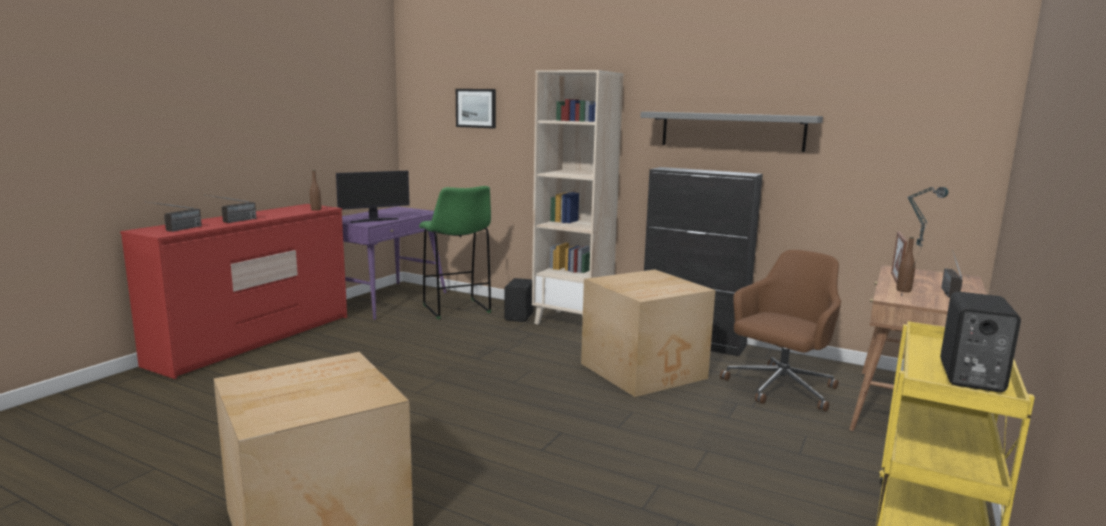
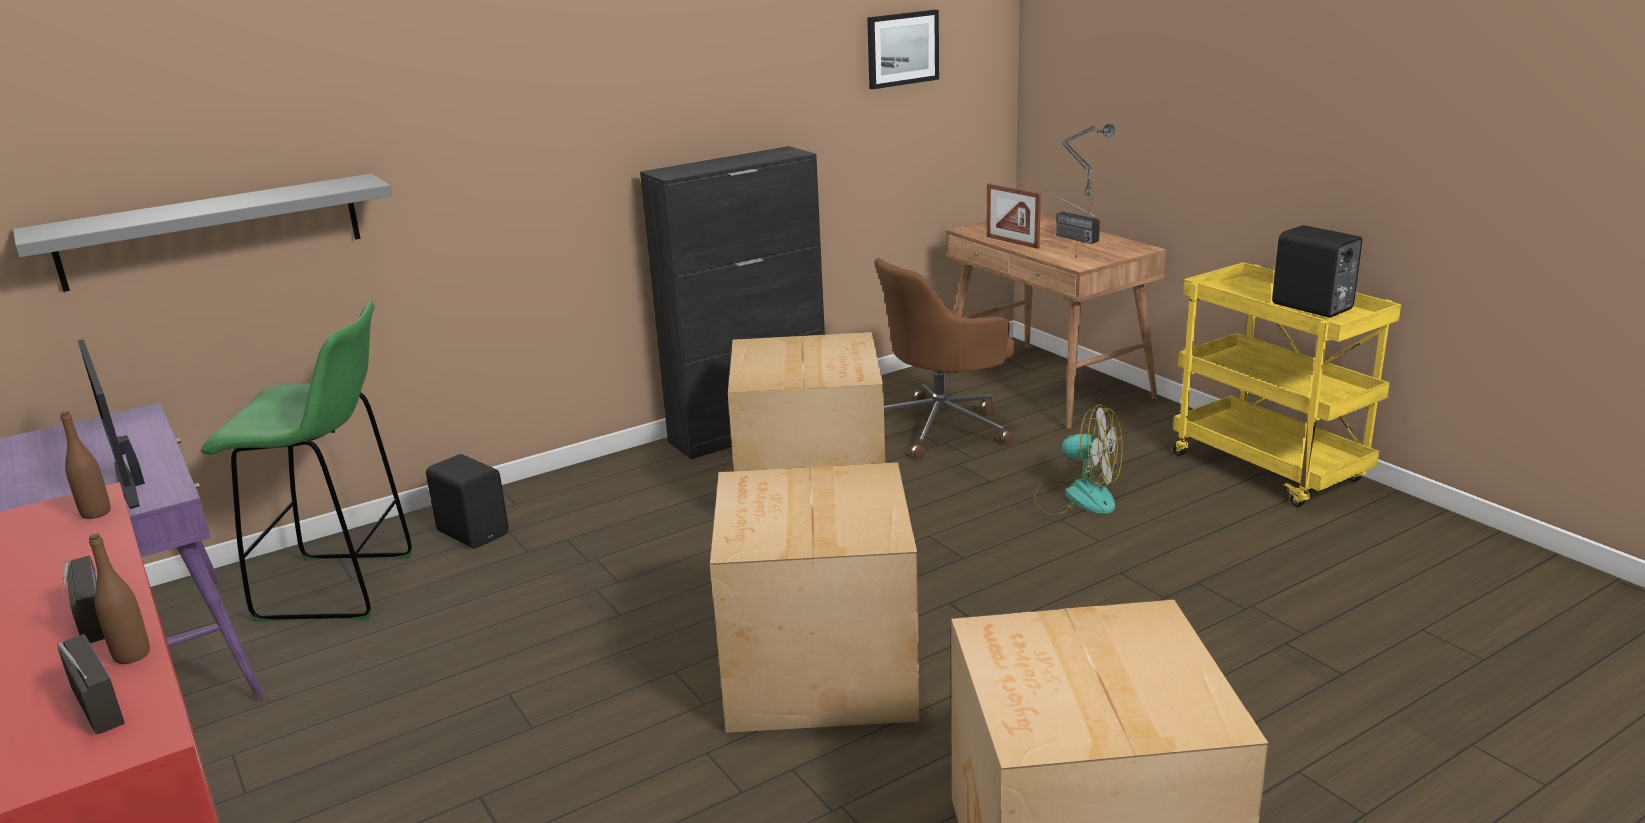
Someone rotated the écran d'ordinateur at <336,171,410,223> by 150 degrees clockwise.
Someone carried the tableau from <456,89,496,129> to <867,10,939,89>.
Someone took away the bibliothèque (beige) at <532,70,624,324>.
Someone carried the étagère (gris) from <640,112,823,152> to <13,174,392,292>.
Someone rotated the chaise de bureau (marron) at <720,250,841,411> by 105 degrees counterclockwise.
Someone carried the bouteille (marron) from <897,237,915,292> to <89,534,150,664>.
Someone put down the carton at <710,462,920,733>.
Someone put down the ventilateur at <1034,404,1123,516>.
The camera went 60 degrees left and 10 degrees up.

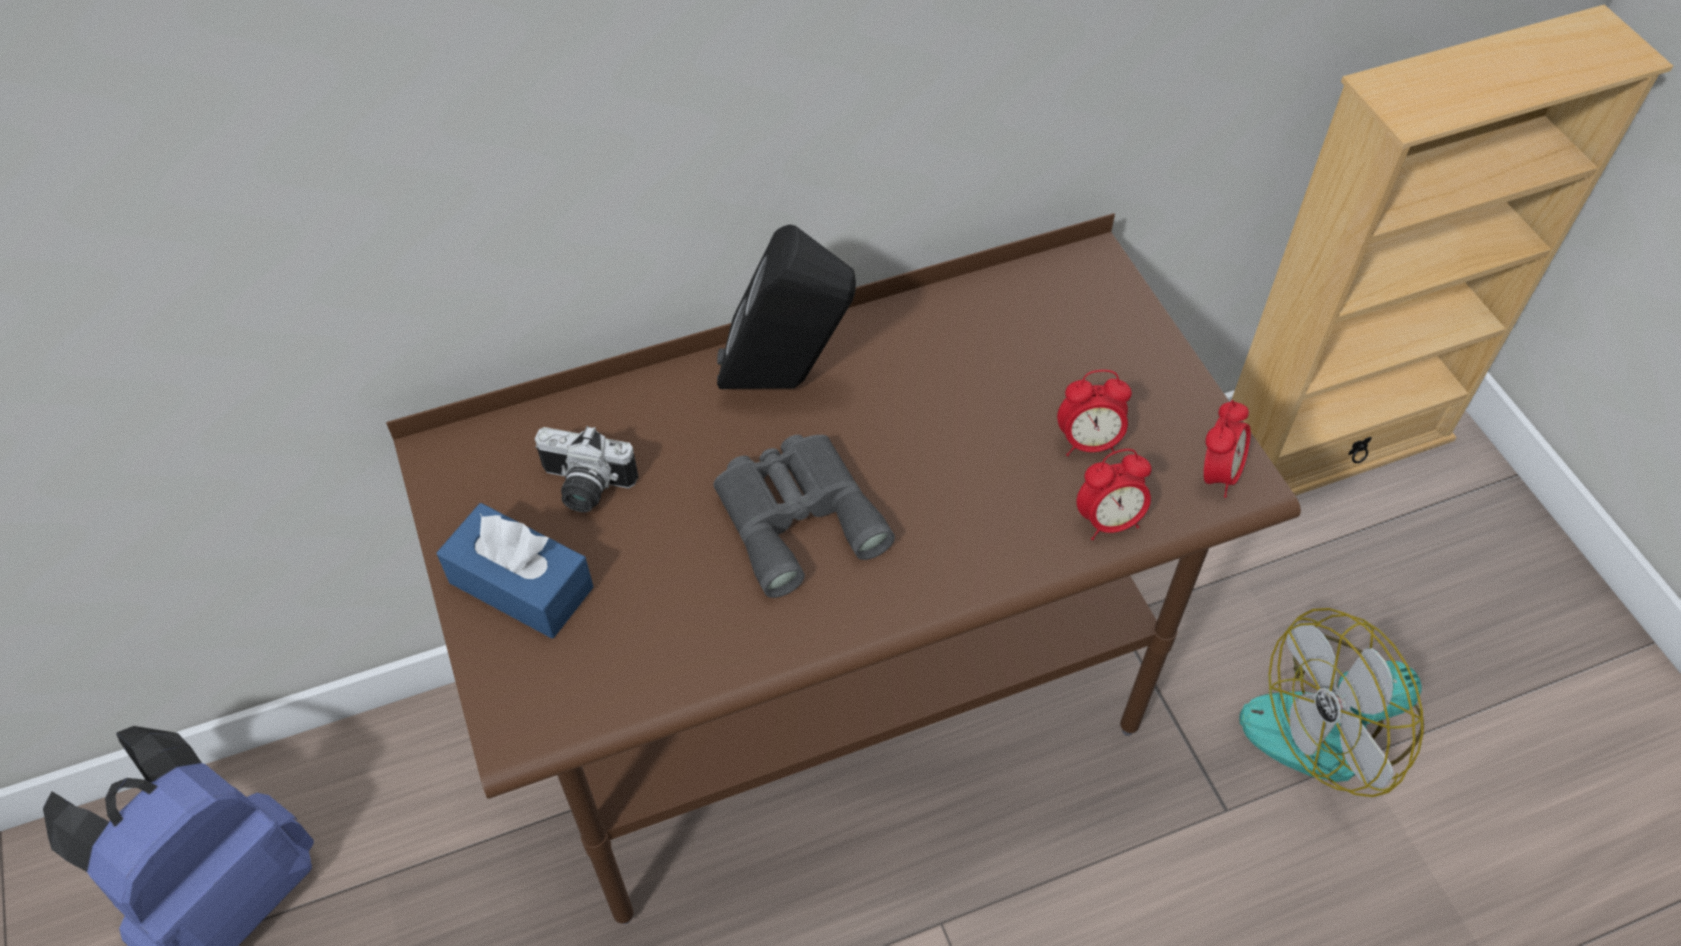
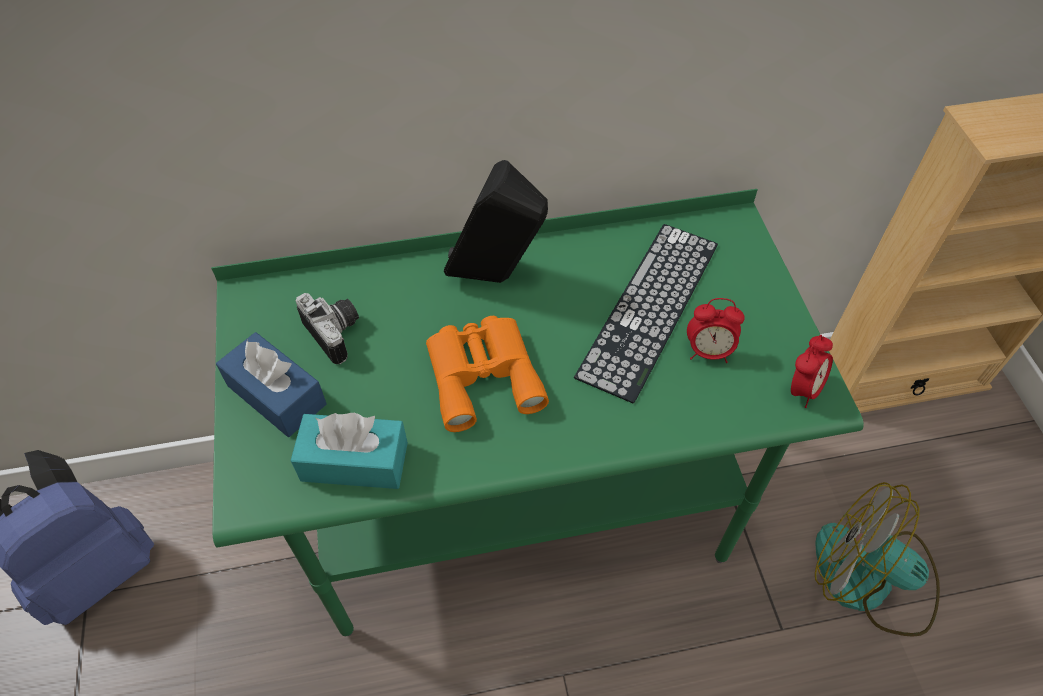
Someone repainted the bureau (marron) at <386,213,1301,924>, which became the bureau (vert) at <211,189,864,636>.
Someone rotated the appareil photo at <535,426,638,512> by 150 degrees counterclockwise.
Someone repainted the jumelles (gris) at <713,435,895,598>, which became the jumelles (orange) at <426,316,549,432>.
Someone took away the réveil at <1076,449,1152,540>.
Someone rotated the ventilateur at <1239,608,1424,797> by 45 degrees clockwise.
Someone put down the boîte à mouchoirs (turquoise) at <290,413,408,489>.
Someone put down the clavier at <574,224,718,403>.
The camera went 10 degrees right and 0 degrees up.

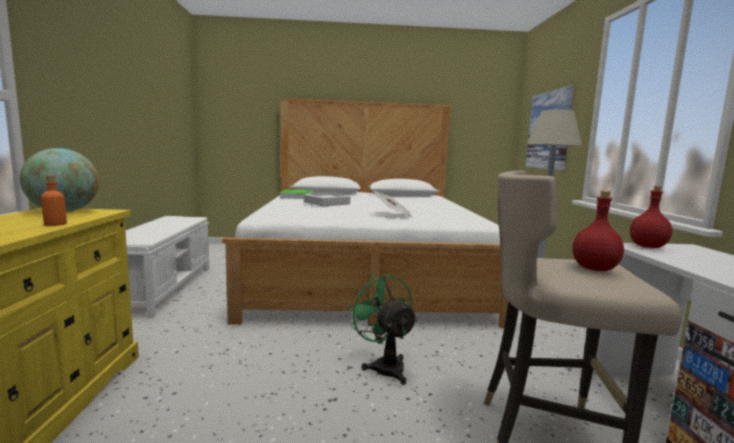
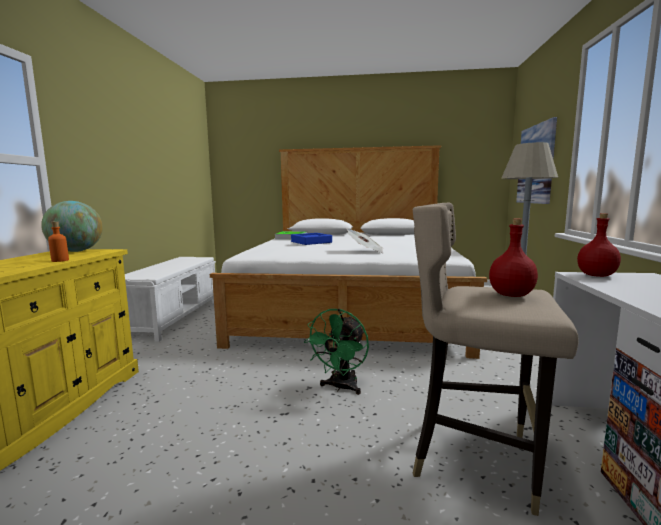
Someone repainted the plateau (gris) at <304,193,350,206>, which became the plateau (bleu) at <291,233,332,245>.
Someone rotated the ventilateur (vert) at <347,273,418,385> by 135 degrees counterclockwise.
The camera went 10 degrees right and 0 degrees up.

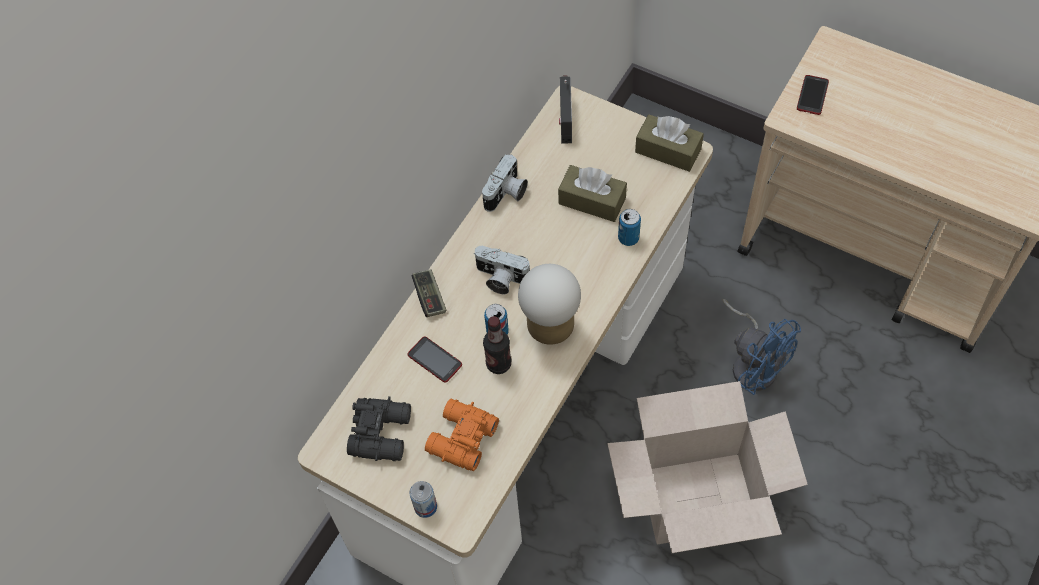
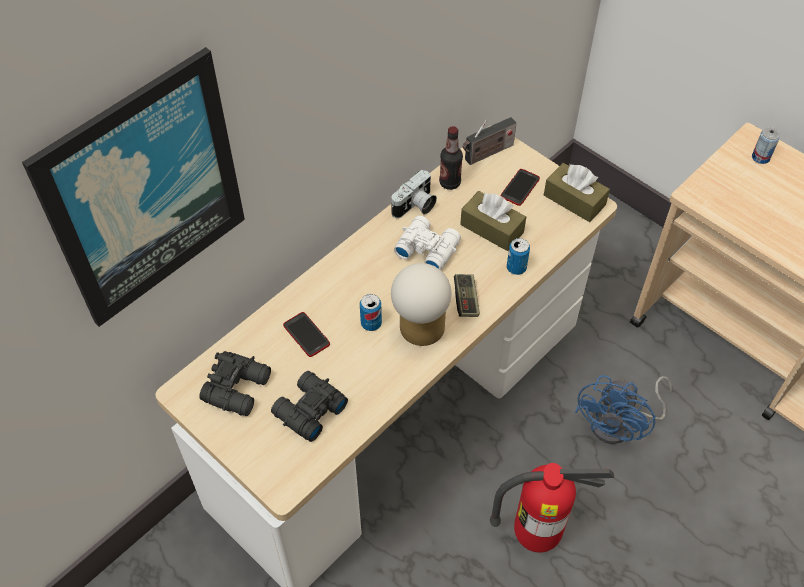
Someone carried the boîte métallique from <409,481,437,518> to <752,127,780,164>.
Someone carried the manette from <412,269,446,317> to <454,274,480,317>.
Someone repainted the jumelles (orange) at <425,399,499,471>, which became the jumelles (noir) at <271,371,348,442>.
Someone took away the appareil photo at <474,246,530,294>.
Someone carried the bouteille from <483,316,511,374> to <439,126,463,190>.
Someone rotated the radio at <559,75,572,144> by 135 degrees counterclockwise.
Someone swapped the carton at <607,381,808,553> for the extincteur at <490,463,614,553>.
Someone rotated the ventilateur (bleu) at <723,299,801,395> by 60 degrees clockwise.
Someone carried the téléphone from <797,75,829,115> to <501,169,540,206>.
Someone put up the tableau at <22,47,245,327>.
Someone put down the jumelles (blanc) at <394,216,461,270>.
The camera went 10 degrees right and 5 degrees down.

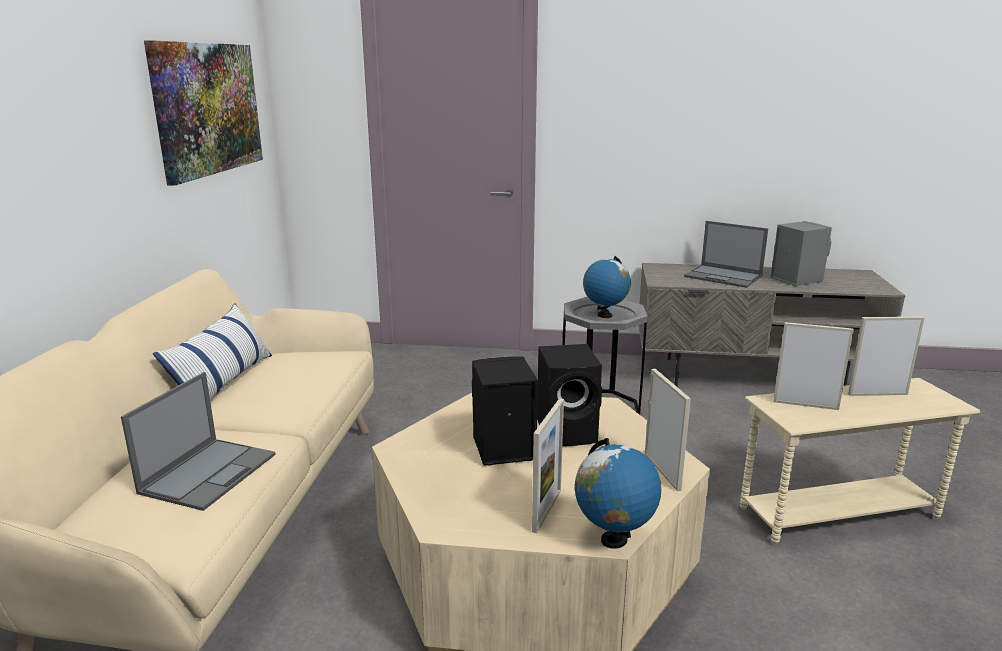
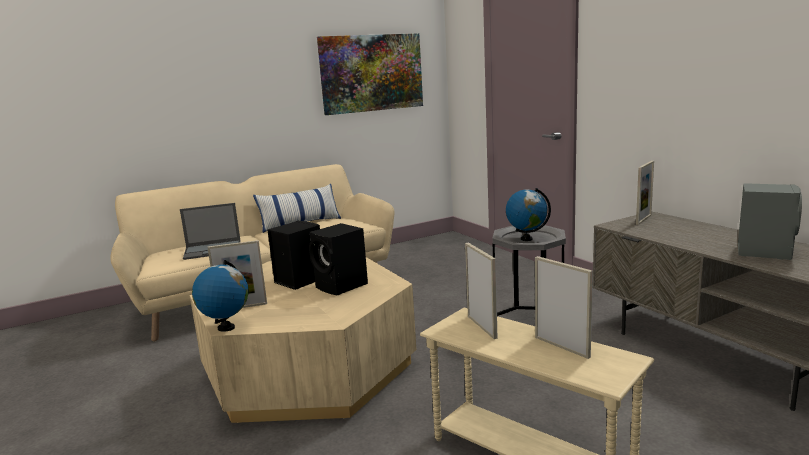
Someone carried the cadre photo from <645,369,691,491> to <636,161,654,225>.
Someone took away the ordinateur portable at <684,221,768,288>.
The camera went 55 degrees right and 5 degrees down.

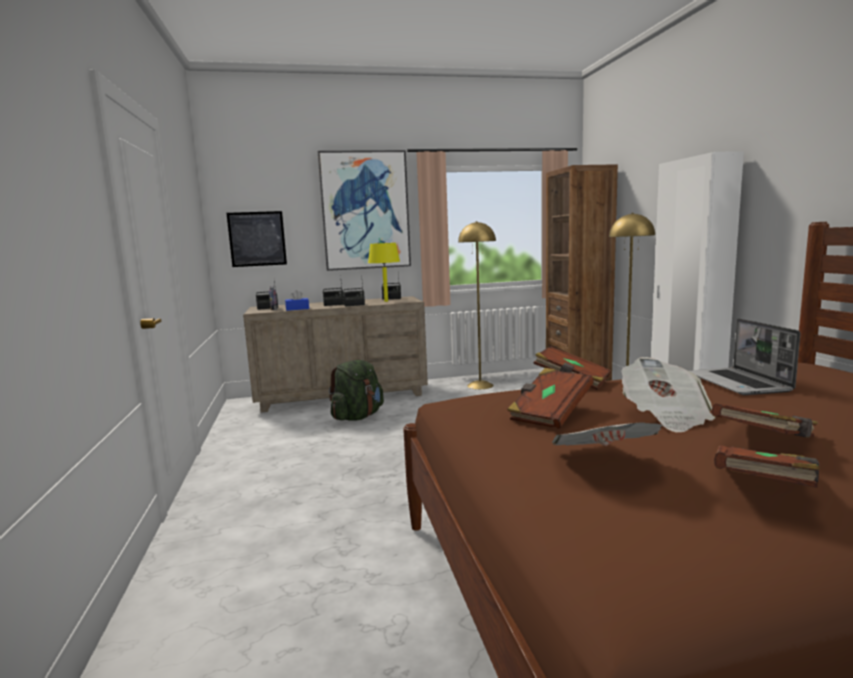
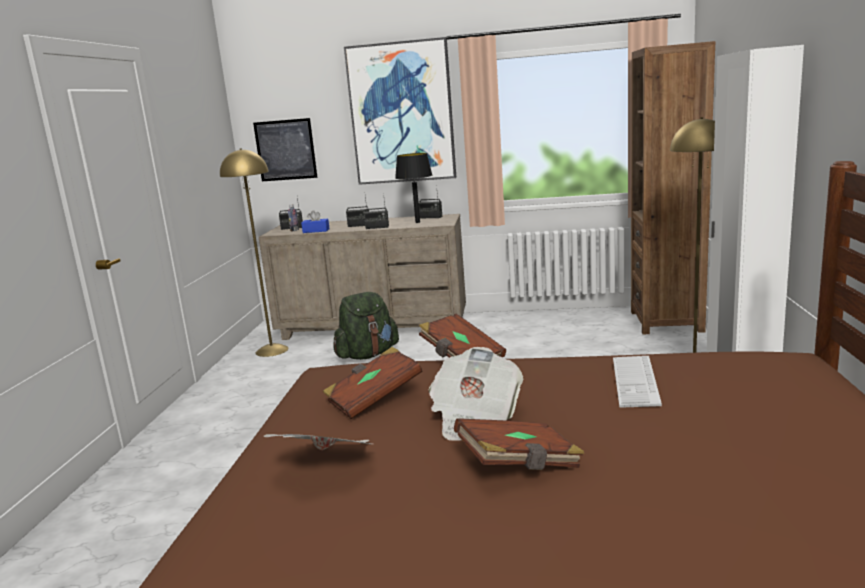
Someone repainted the lampe de table (jaune) at <368,243,400,302>, which became the lampe de table (noir) at <395,153,432,223>.
Someone carried the lampadaire (jaune) from <458,221,496,389> to <220,148,289,357>.
Someone swapped the ordinateur portable at <689,318,801,395> for the clavier at <613,356,662,408>.
Someone took away the livre (marron) at <714,445,820,488>.
The camera went 20 degrees right and 5 degrees up.

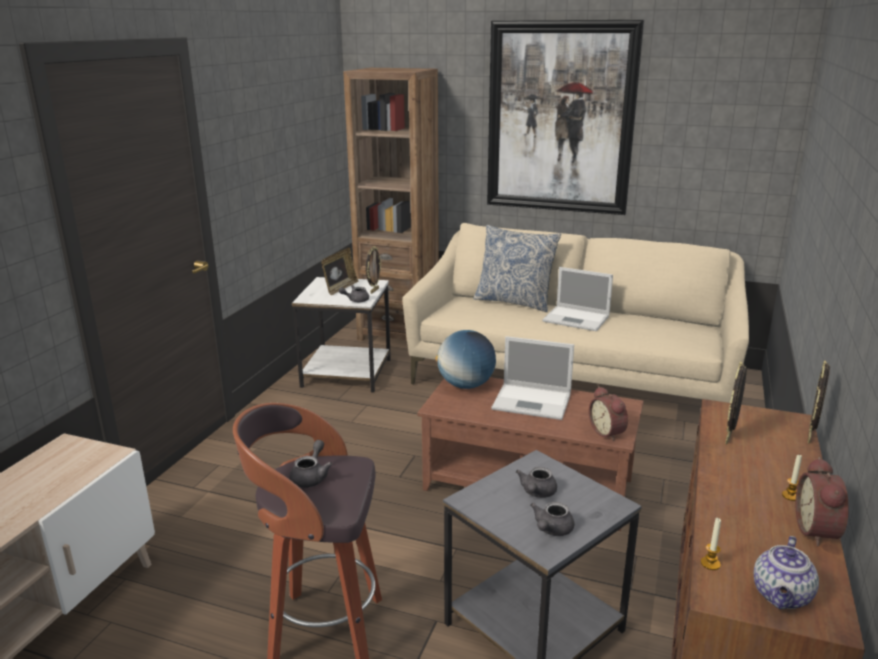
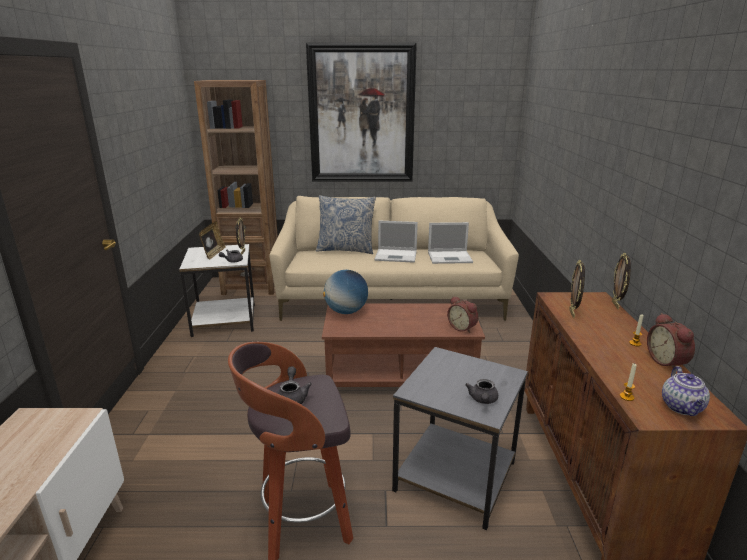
Someone carried the ordinateur portable from <491,336,574,420> to <428,222,473,264>.
Someone took away the théière (gris) at <516,467,557,498>.
The camera went 20 degrees left and 0 degrees up.

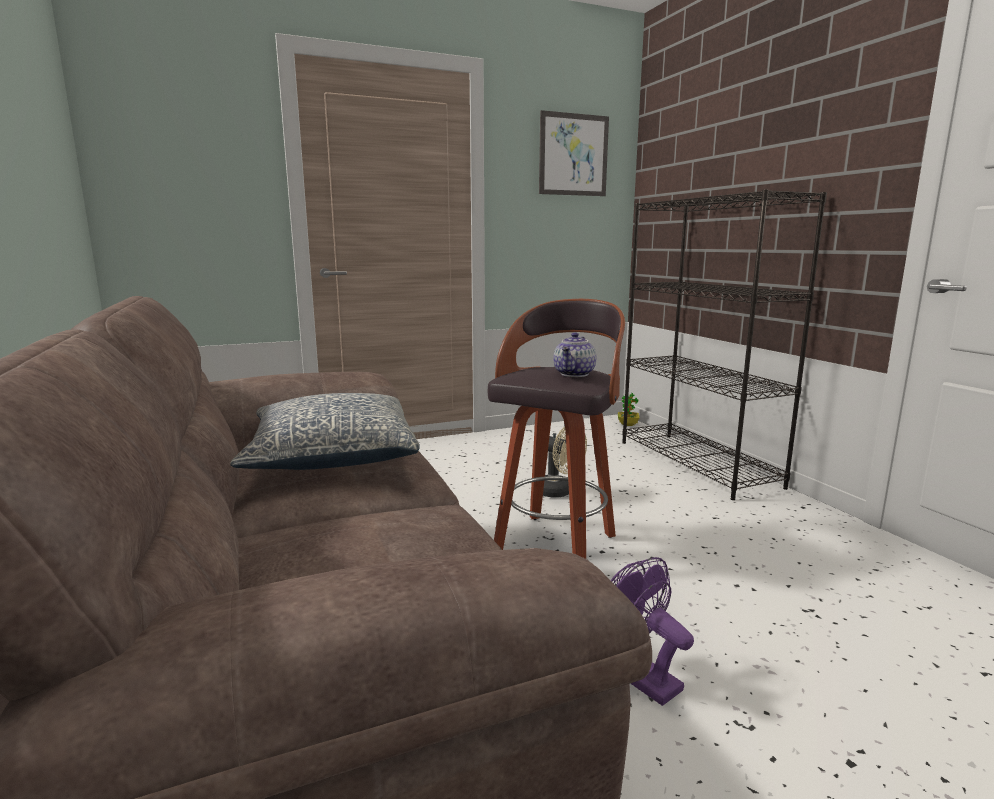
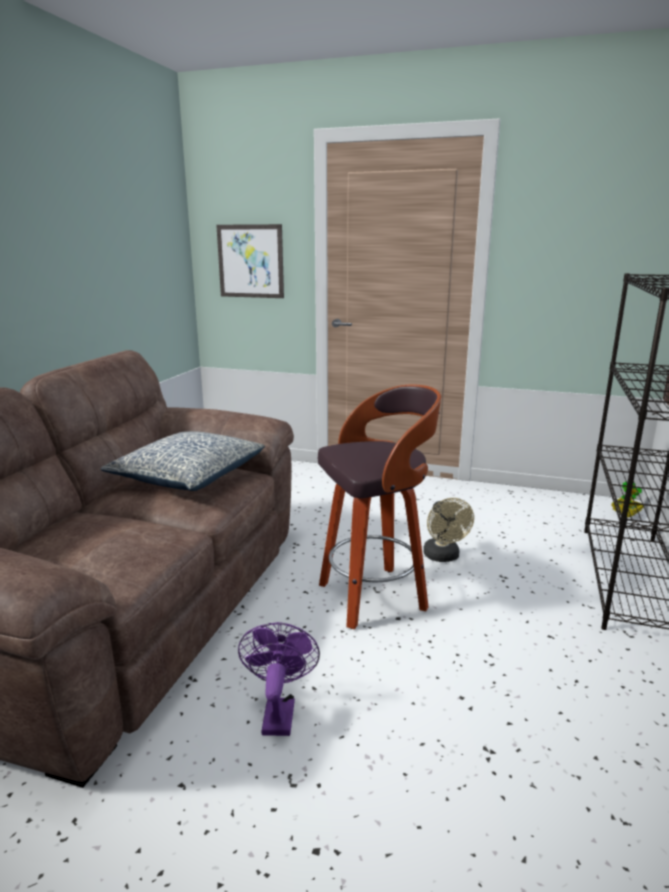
Someone carried the tableau from <539,110,609,196> to <216,224,284,298>.
Someone took away the théière at <553,332,596,377>.
The camera went 40 degrees right and 5 degrees up.

